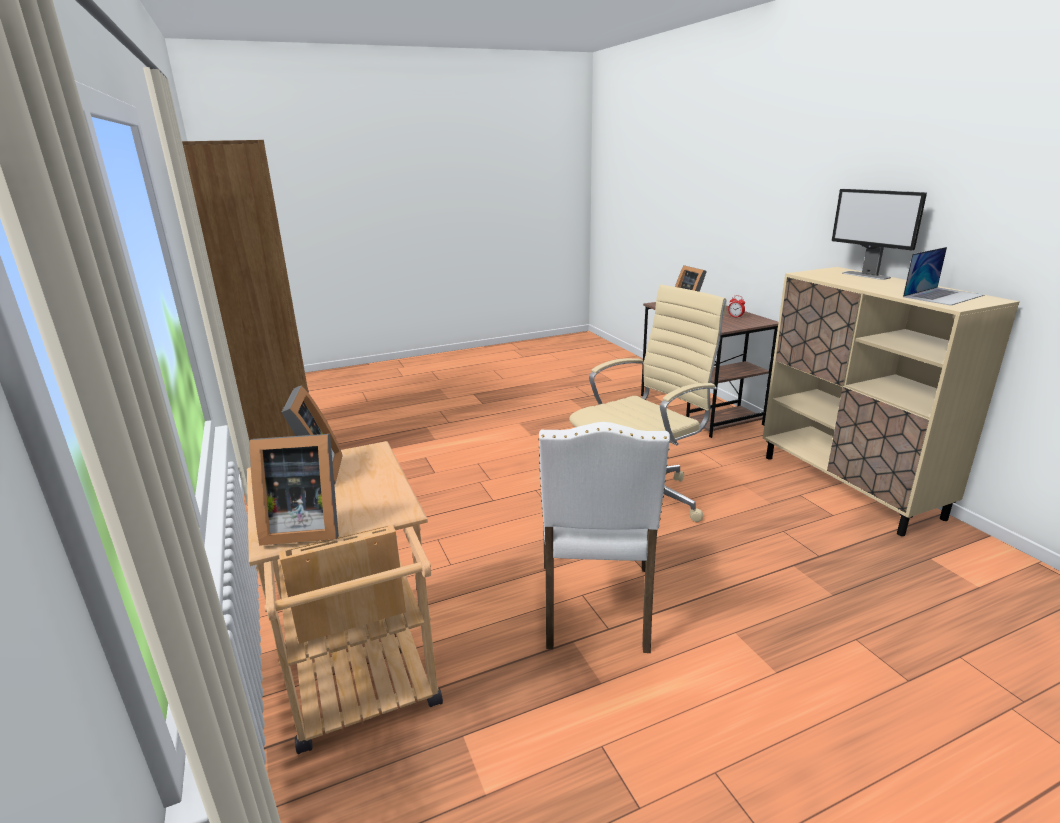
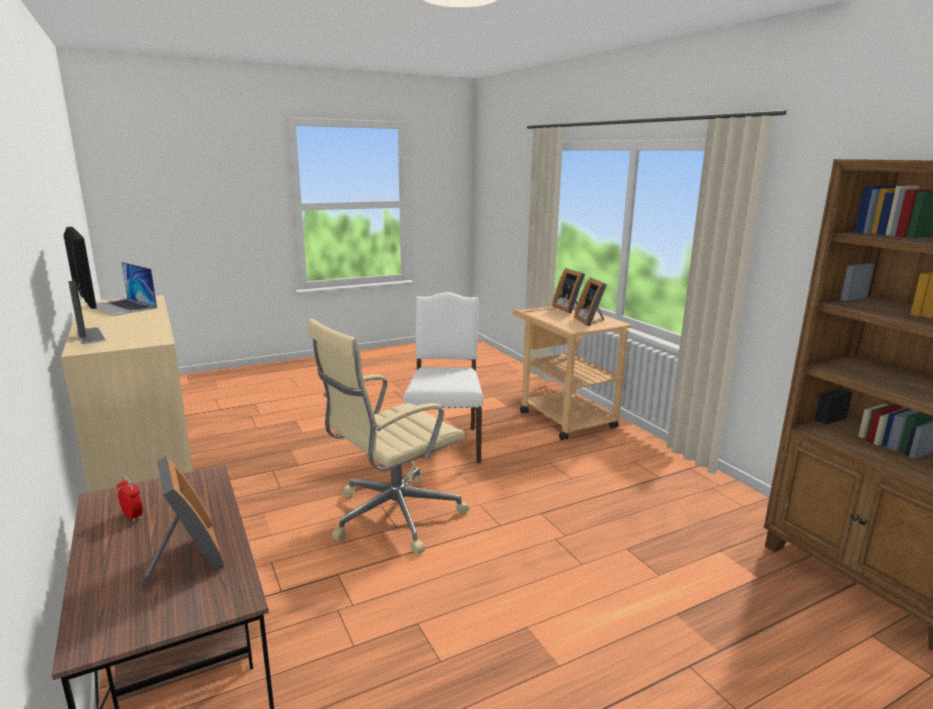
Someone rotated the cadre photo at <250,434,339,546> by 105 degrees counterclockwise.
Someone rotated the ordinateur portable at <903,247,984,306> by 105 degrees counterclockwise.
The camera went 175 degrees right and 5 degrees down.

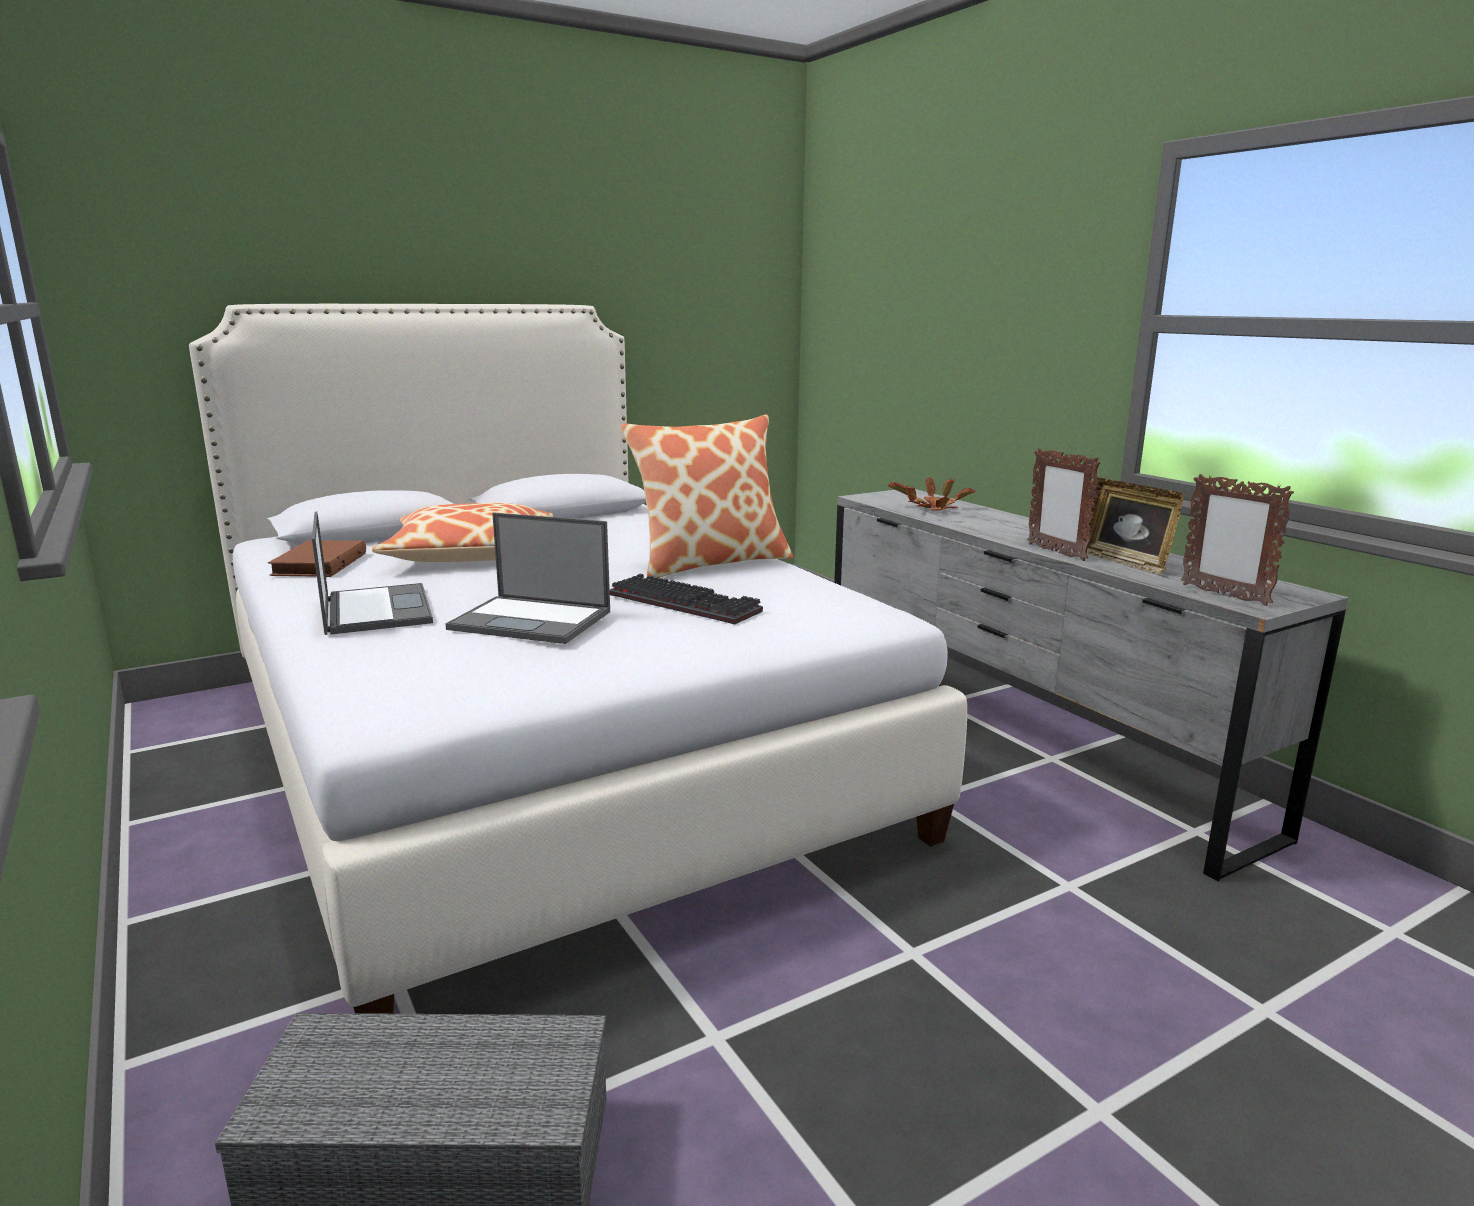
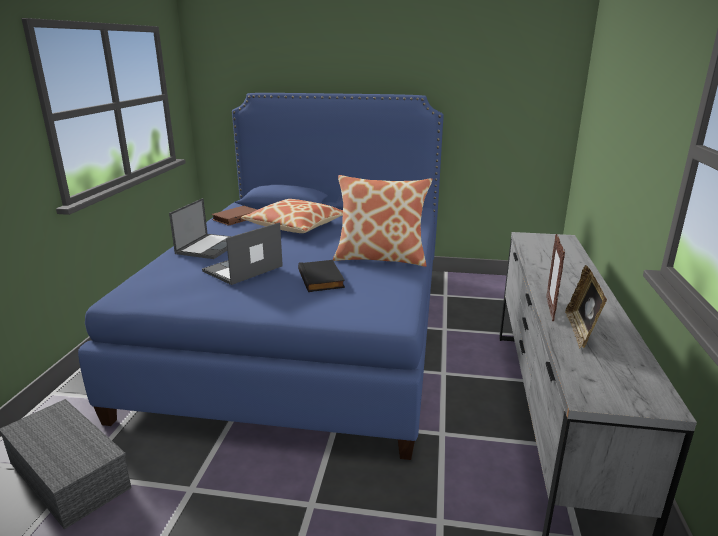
Someone repainted the lit (blanc) at <189,304,967,1014>, which became the lit (bleu) at <78,93,444,460>.
Someone rotated the ordinateur portable at <445,512,610,644> by 75 degrees clockwise.
Someone swapped the clavier at <610,574,763,624> for the livre (noir) at <298,260,345,292>.
Someone took away the plante en pot at <888,477,975,510>.
Someone took away the cadre photo at <1181,474,1294,606>.
The camera went 40 degrees right and 5 degrees up.

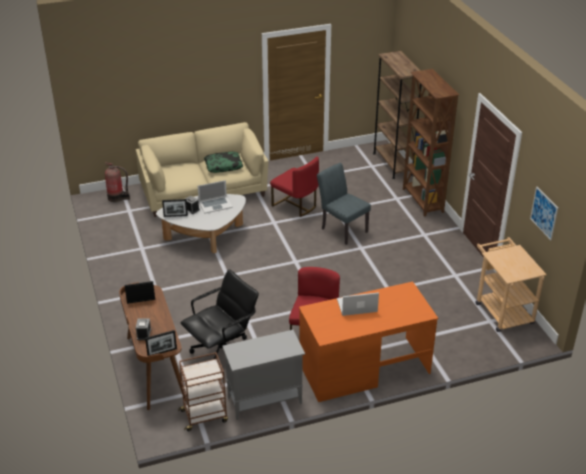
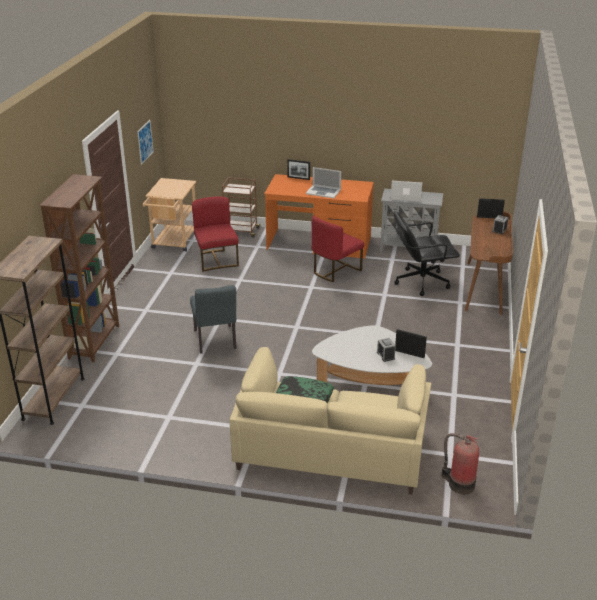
Someone carried the cadre photo from <125,281,155,304> to <287,159,310,180>.
Someone carried the chariot (marron) from <178,352,228,431> to <222,178,261,238>.
Someone carried the ordinateur portable from <198,180,233,214> to <391,181,422,202>.
Someone carried the chaise (rouge) from <270,157,319,217> to <192,196,239,272>.
The camera went 150 degrees left and 5 degrees down.

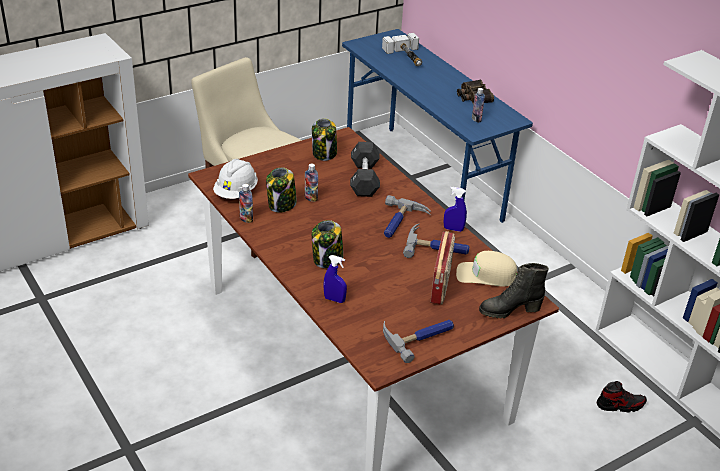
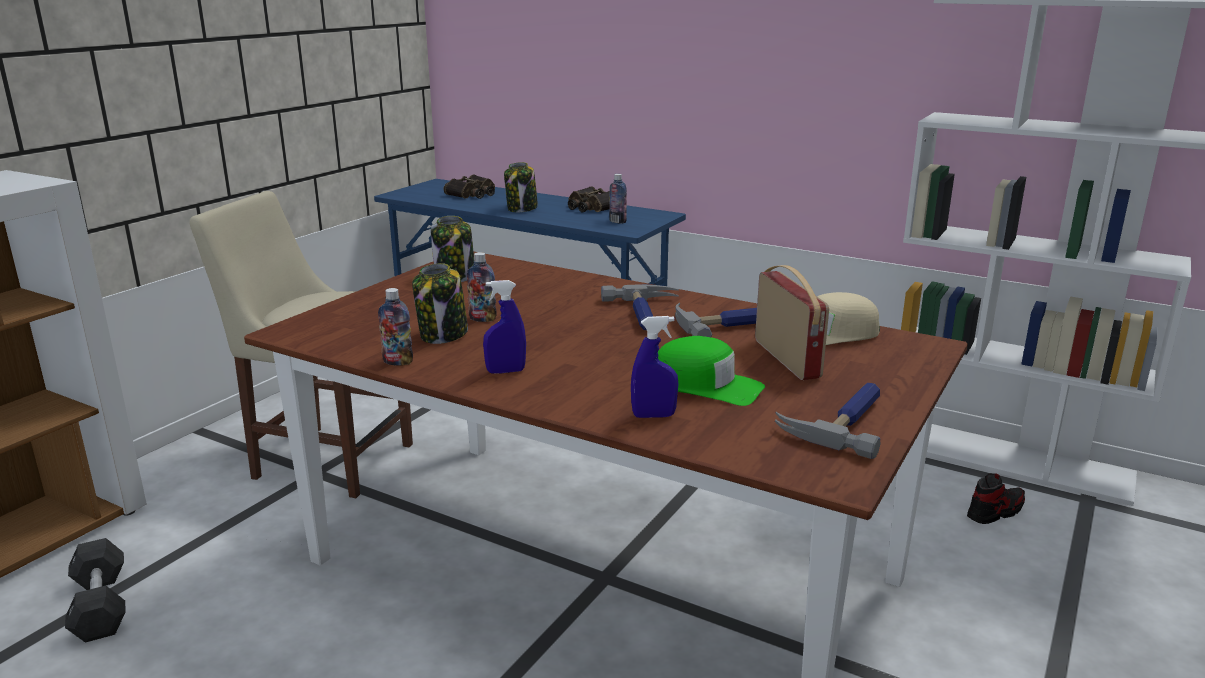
Someone took away the casque de chantier (blanc) at <213,159,258,199>.
Someone carried the bocal from <312,220,343,268> to <504,162,538,212>.
Someone carried the haltère (noir) from <350,142,380,197> to <65,538,126,643>.
Someone swapped the marteau at <382,33,422,67> for the jumelles at <444,174,495,199>.
Someone carried the vaporisateur (bleu) from <444,187,467,232> to <483,280,526,374>.
Someone took away the botte (noir) at <479,263,549,318>.
Someone put down the casquette (vert) at <658,336,765,406>.
The camera went 25 degrees left and 15 degrees down.

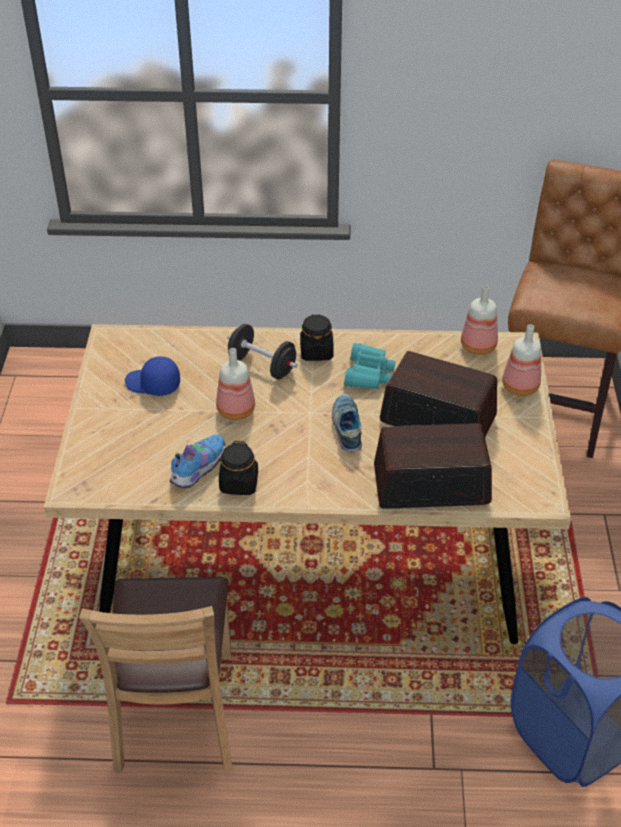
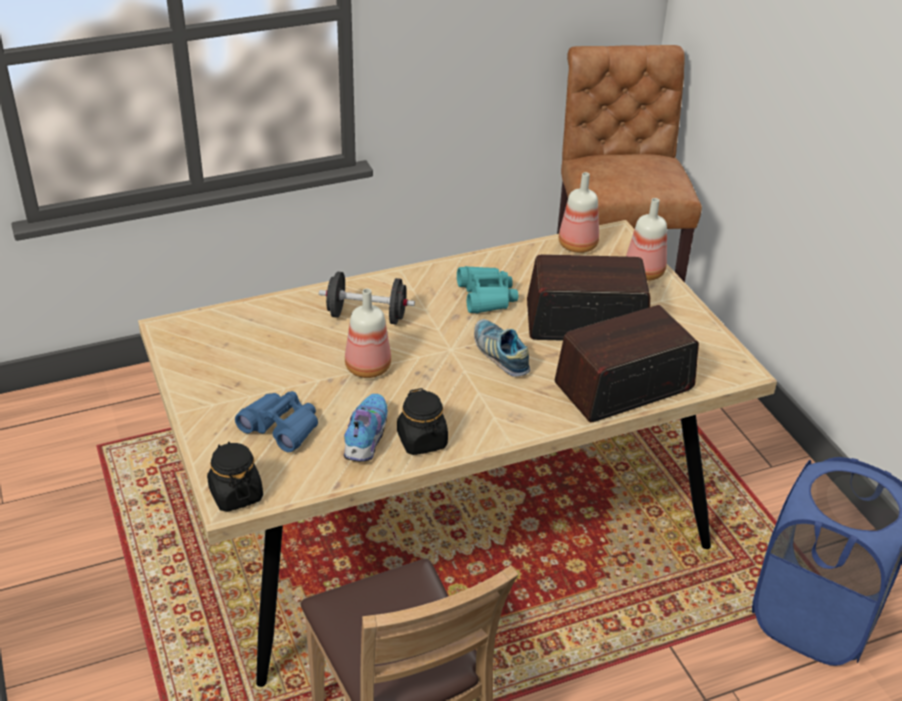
Someone took away the casquette (bleu) at <125,356,180,396>.
Someone carried the bocal (noir) from <300,314,334,361> to <207,442,263,512>.
Someone put down the jumelles (bleu) at <235,391,318,452>.
The camera went 25 degrees left and 5 degrees down.

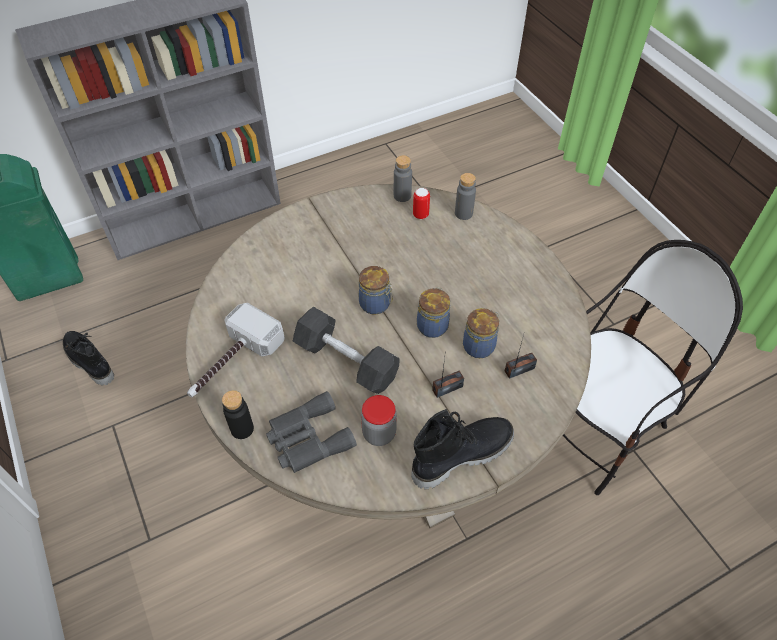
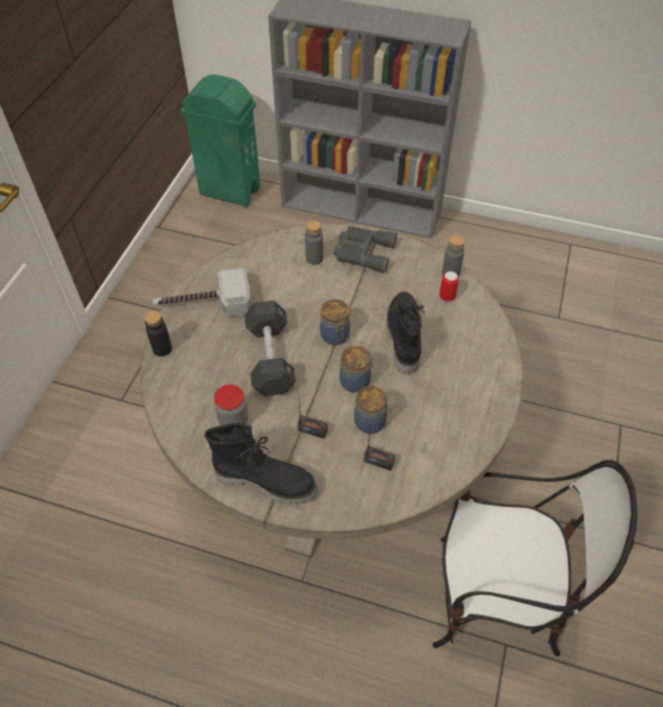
Someone carried the botte (noir) from <63,331,114,386> to <386,292,426,374>.
Someone carried the jumelles (gris) from <266,391,357,473> to <333,226,397,273>.
Someone carried the bouteille (gris) from <455,173,476,220> to <305,220,323,265>.
The camera went 45 degrees right and 0 degrees up.

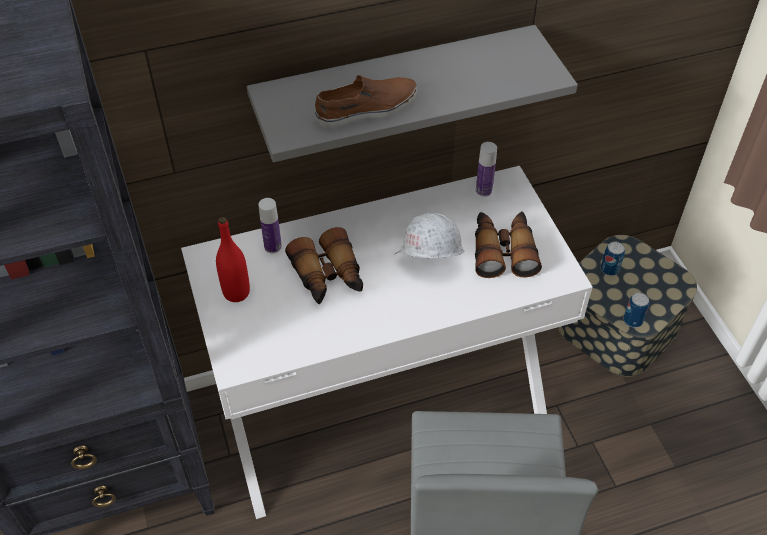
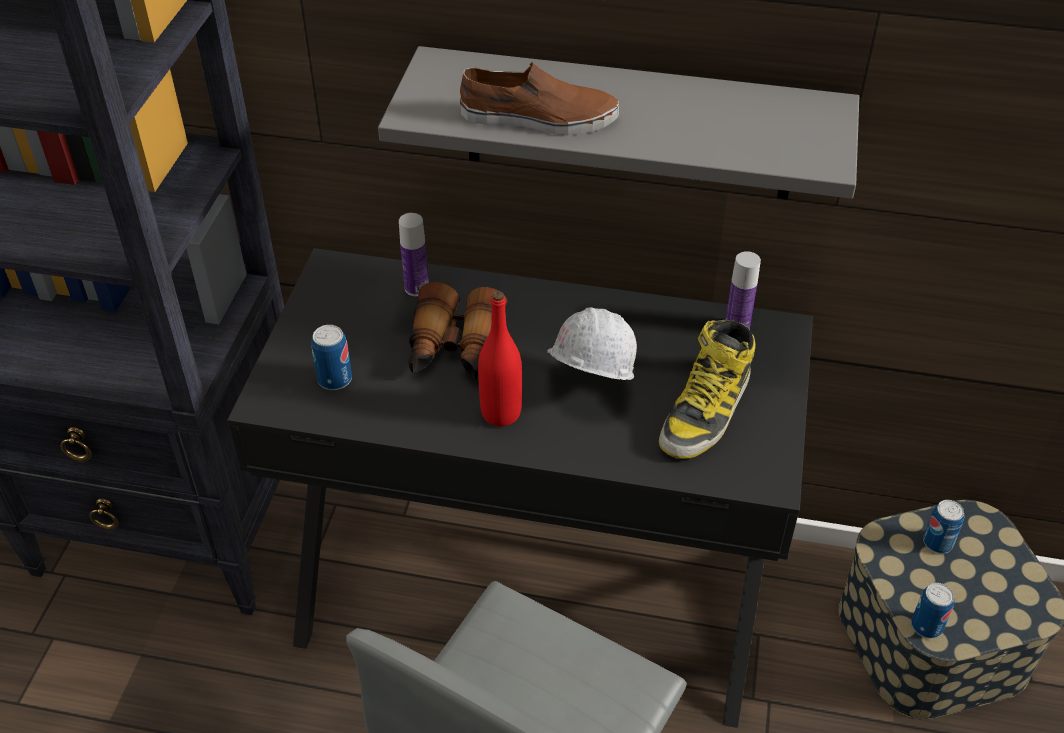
Someone repainted the bureau (blanc) at <181,166,593,519>, which became the bureau (noir) at <227,248,813,728>.
Someone carried the bouteille (rouge) from <216,217,250,302> to <478,291,522,427>.
Someone swapped the jumelles at <475,212,542,278> for the botte at <659,320,755,459>.
Someone put down the boîte métallique at <311,325,352,390>.
The camera went 30 degrees right and 5 degrees down.

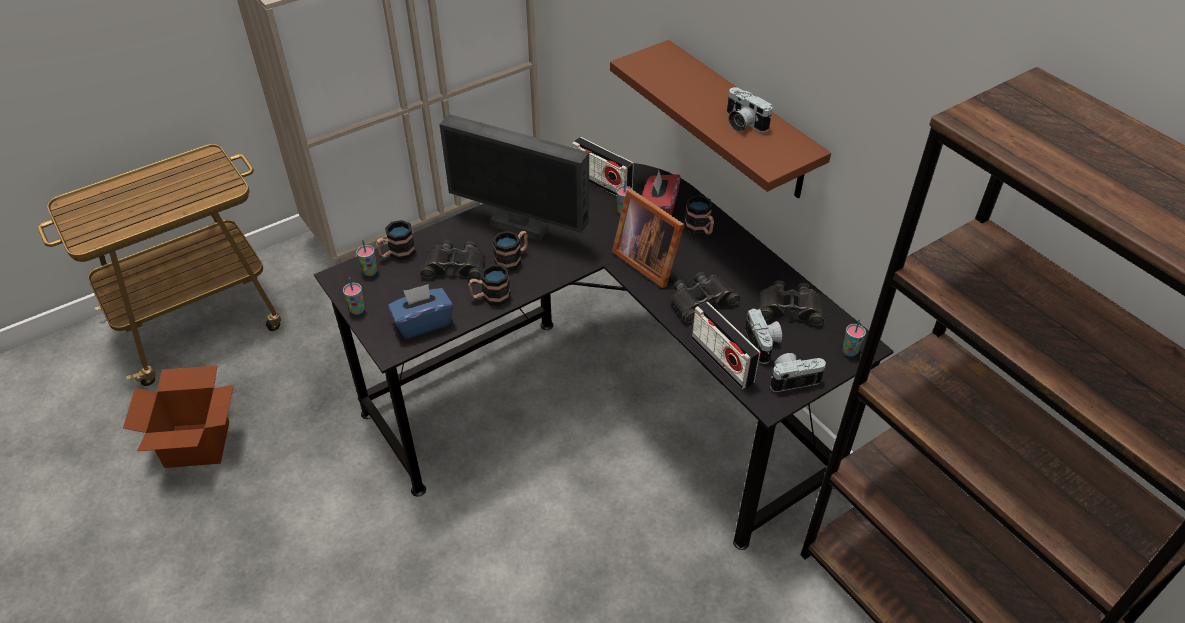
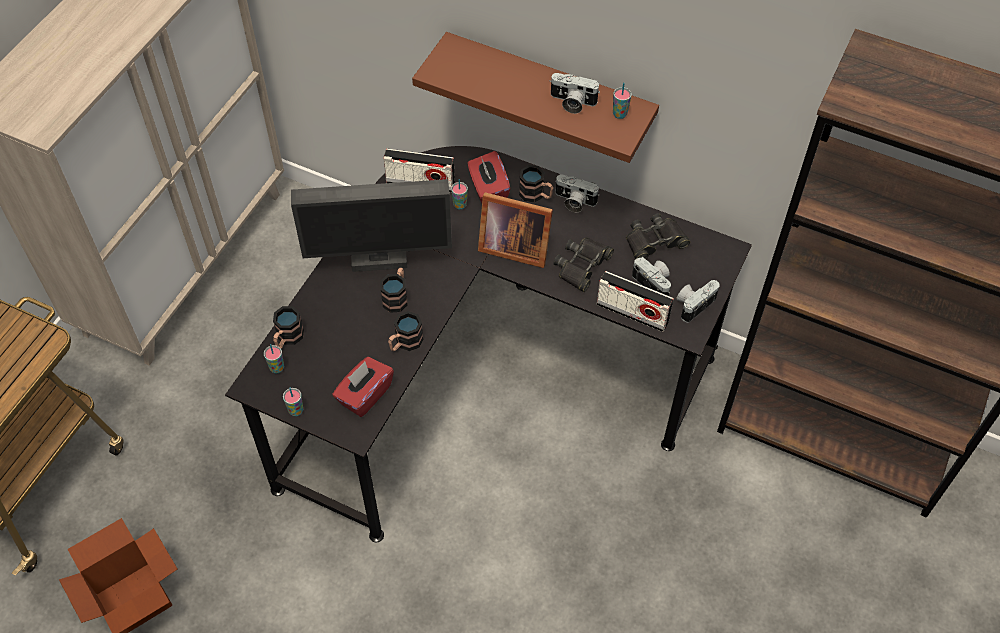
Someone repainted the boîte à mouchoirs (bleu) at <388,284,453,339>, which became the boîte à mouchoirs (rouge) at <332,357,394,417>.
Someone took away the jumelles (noir) at <420,240,485,280>.
Someone carried the tasse from <843,319,866,357> to <613,83,632,119>.
Someone put down the appareil photo at <555,174,599,212>.
The camera went 30 degrees left and 10 degrees up.

